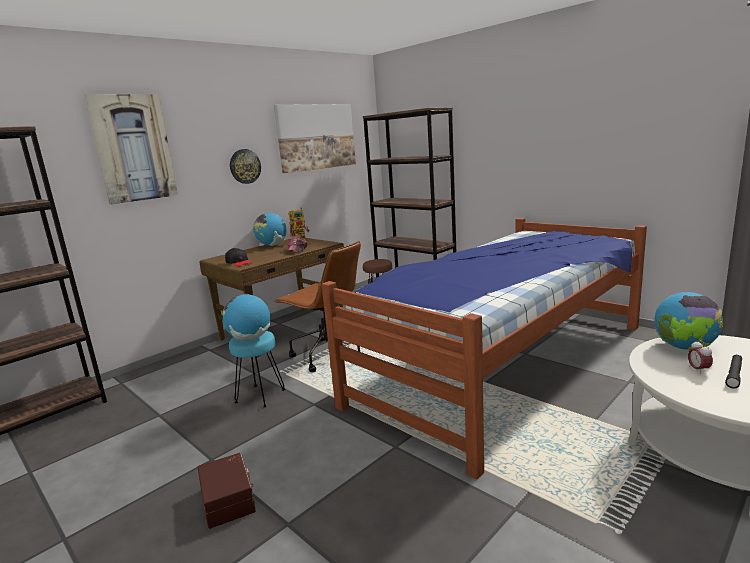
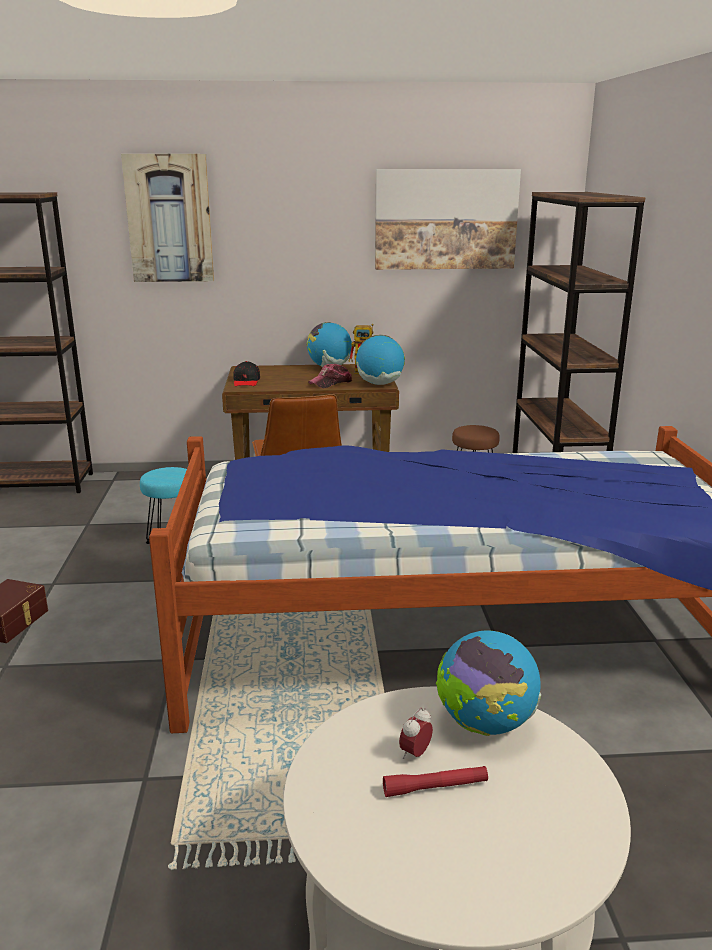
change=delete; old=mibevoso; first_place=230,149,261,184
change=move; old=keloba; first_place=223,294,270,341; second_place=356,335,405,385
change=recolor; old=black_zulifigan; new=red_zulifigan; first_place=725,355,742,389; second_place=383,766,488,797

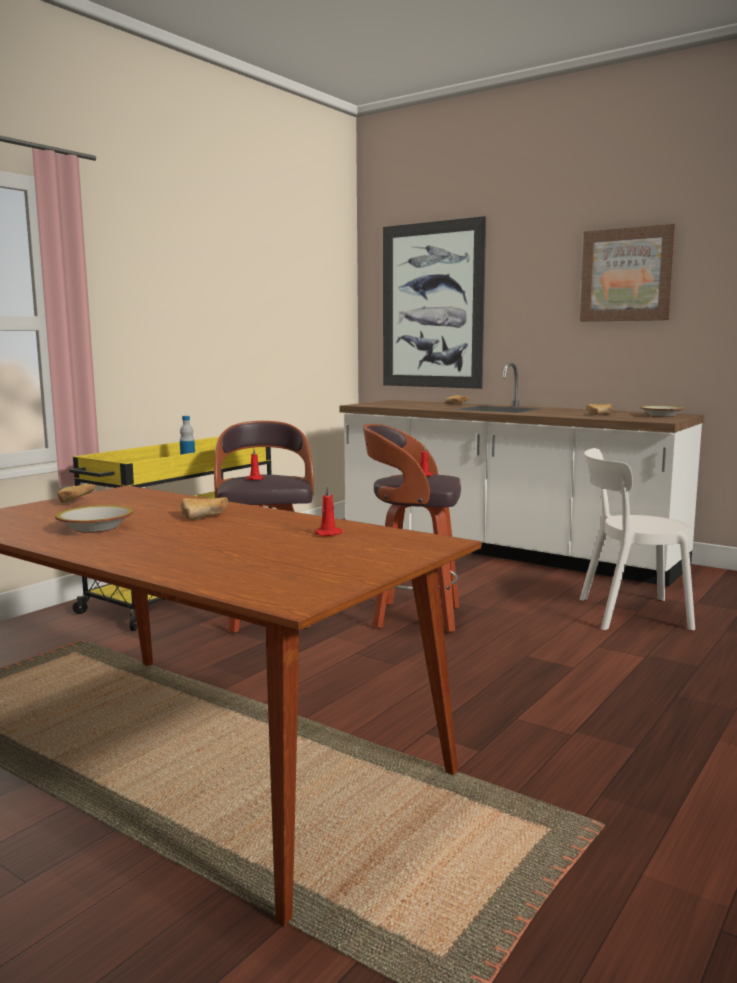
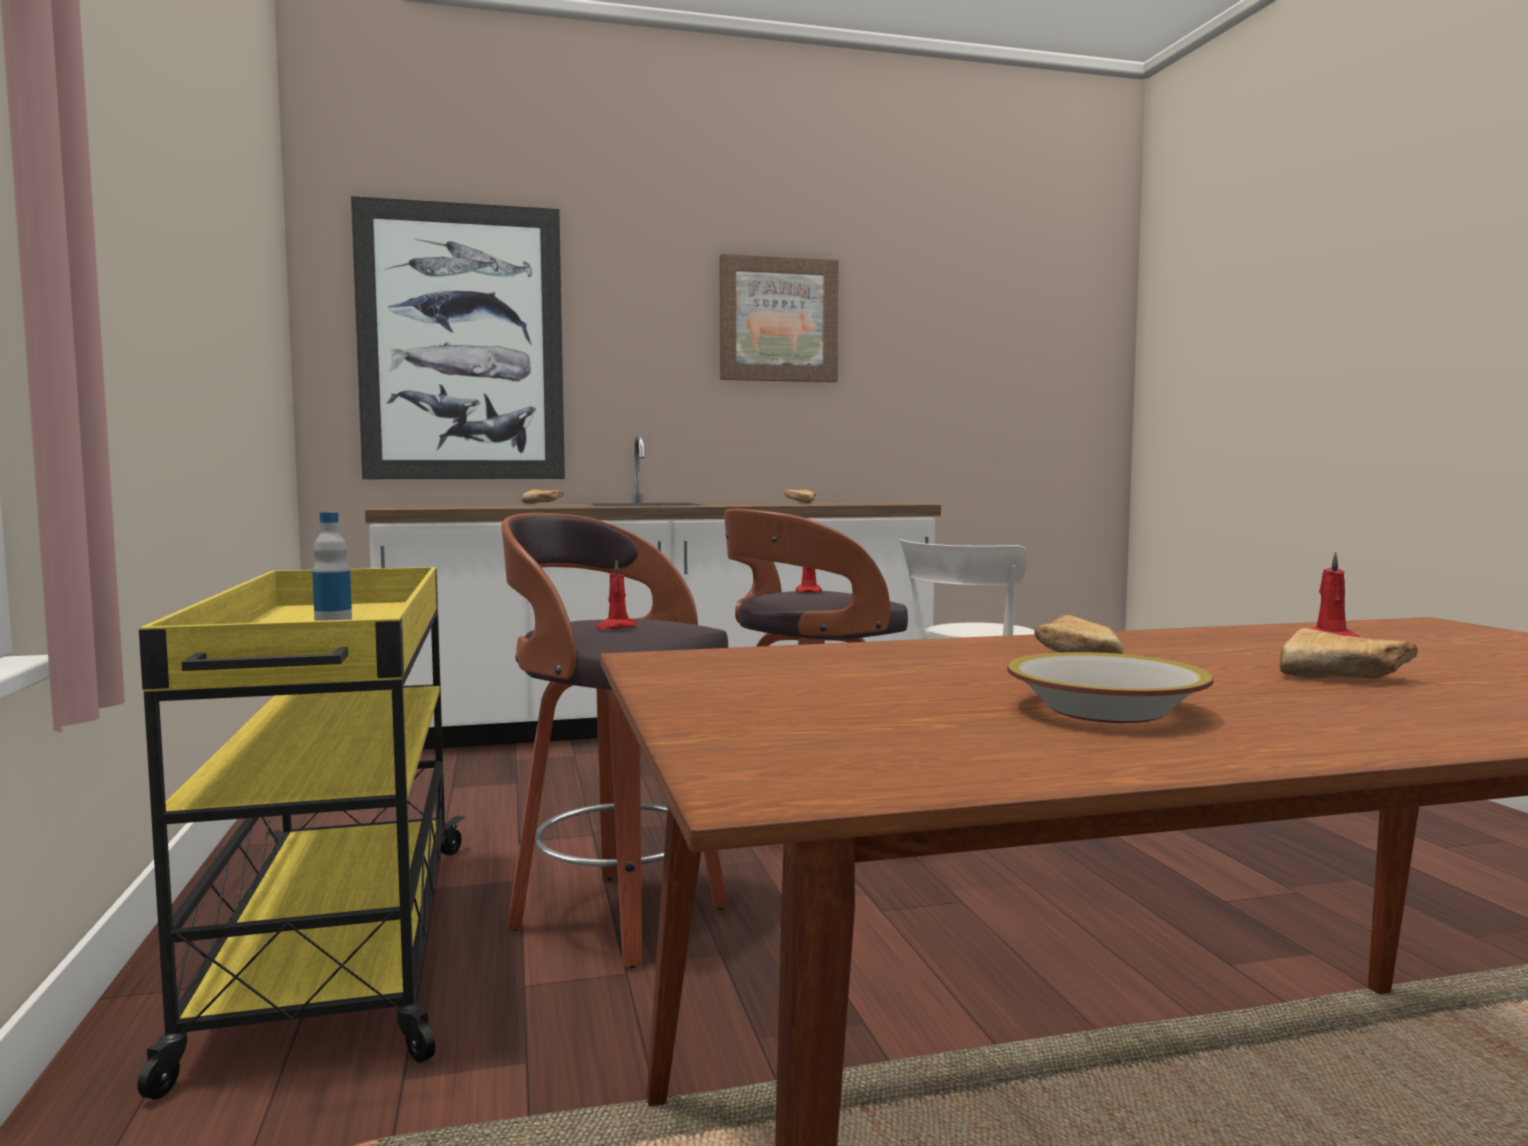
change=delete; old=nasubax; first_place=641,406,684,417
change=move; old=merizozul; first_place=57,484,95,503; second_place=1280,628,1418,679

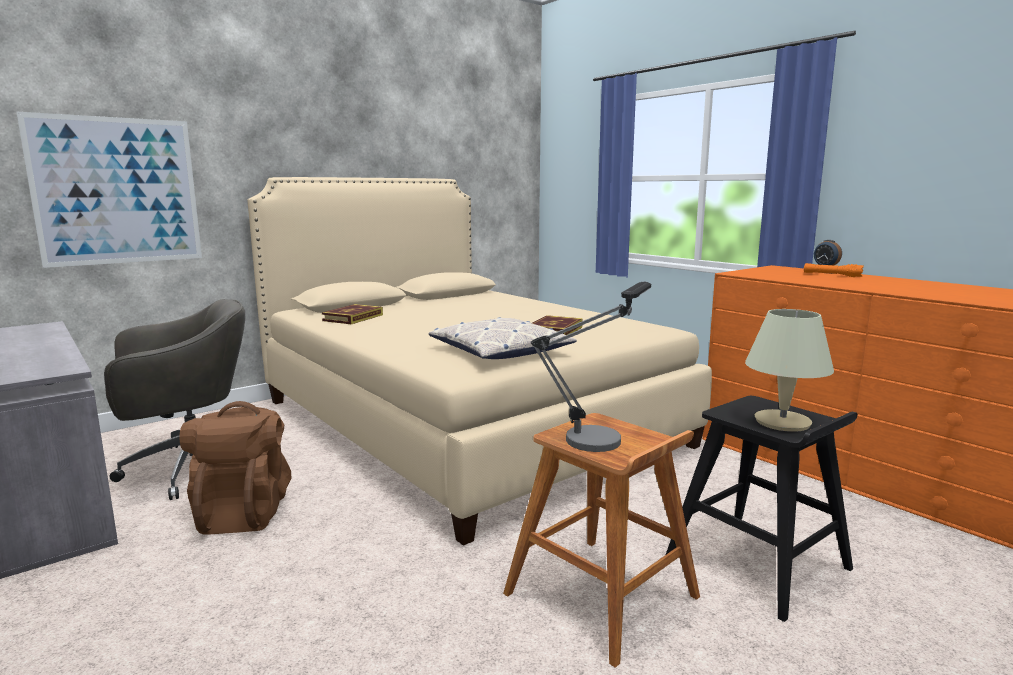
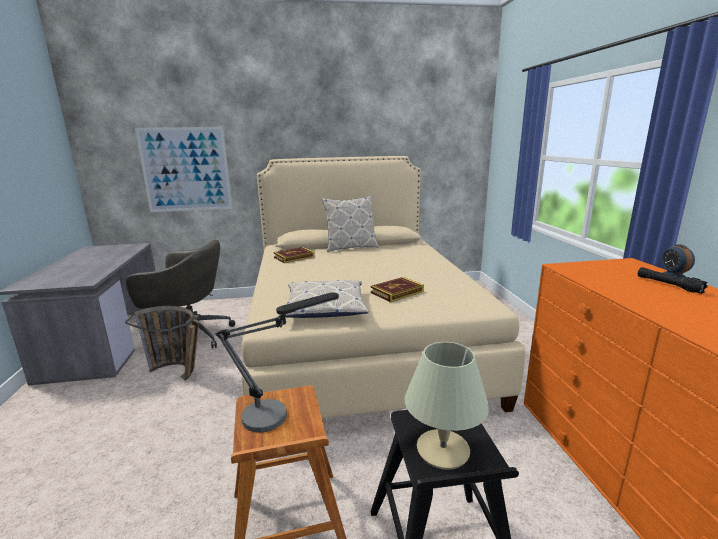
change=insert; new=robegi; second_place=322,196,378,252
change=replace; old=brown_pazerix; new=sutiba; first_place=179,401,291,535; second_place=125,306,199,381
change=recolor; old=orange_zulifigan; new=black_zulifigan; first_place=804,263,864,277; second_place=638,267,708,294

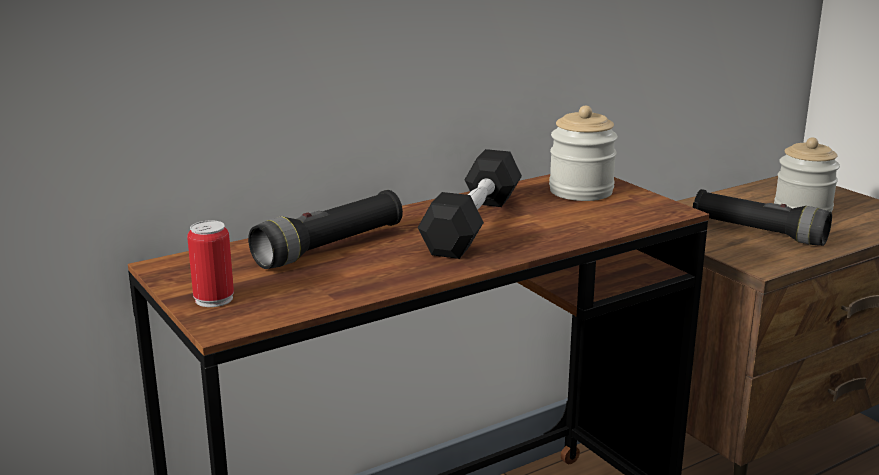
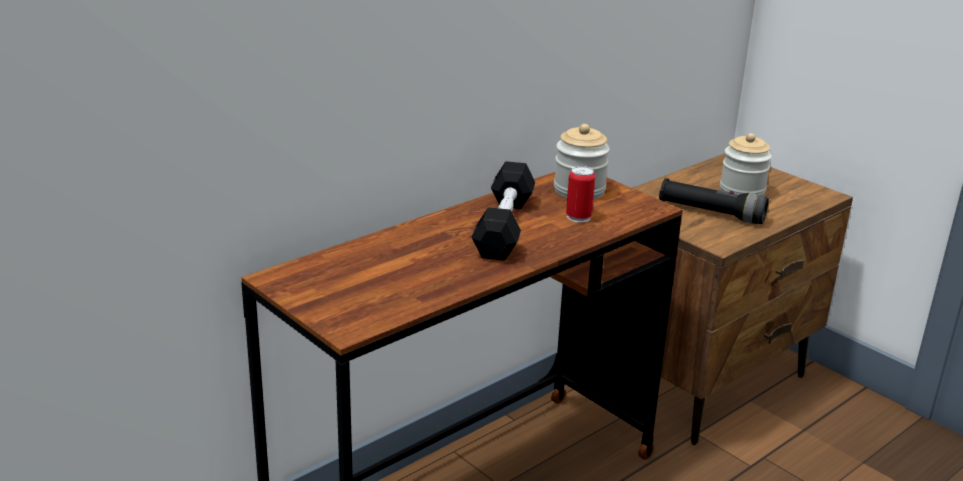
change=delete; old=black_zulifigan; first_place=248,190,403,269
change=move; old=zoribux; first_place=187,220,234,307; second_place=566,166,595,223

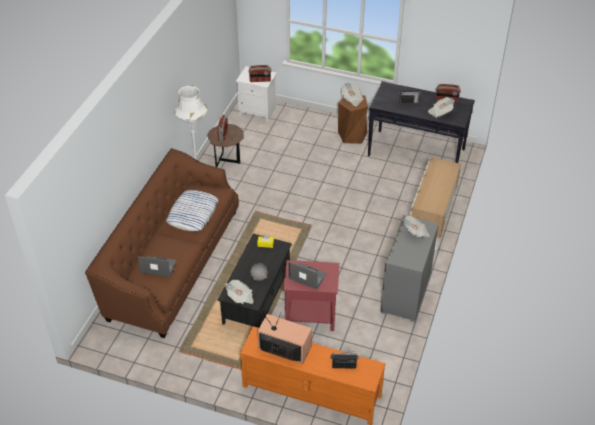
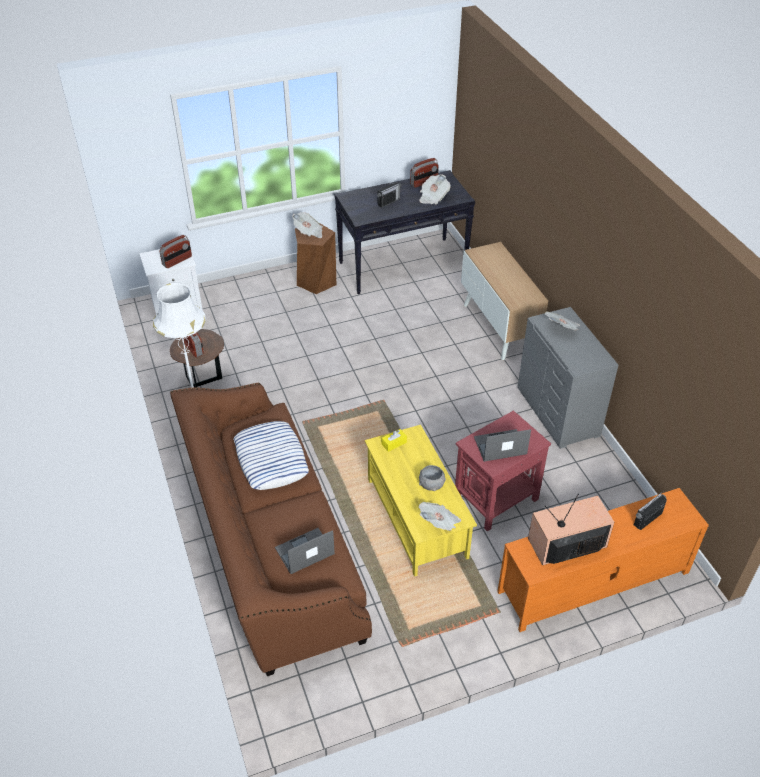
change=recolor; old=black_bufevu; new=yellow_bufevu; first_place=218,234,292,328; second_place=365,425,477,577

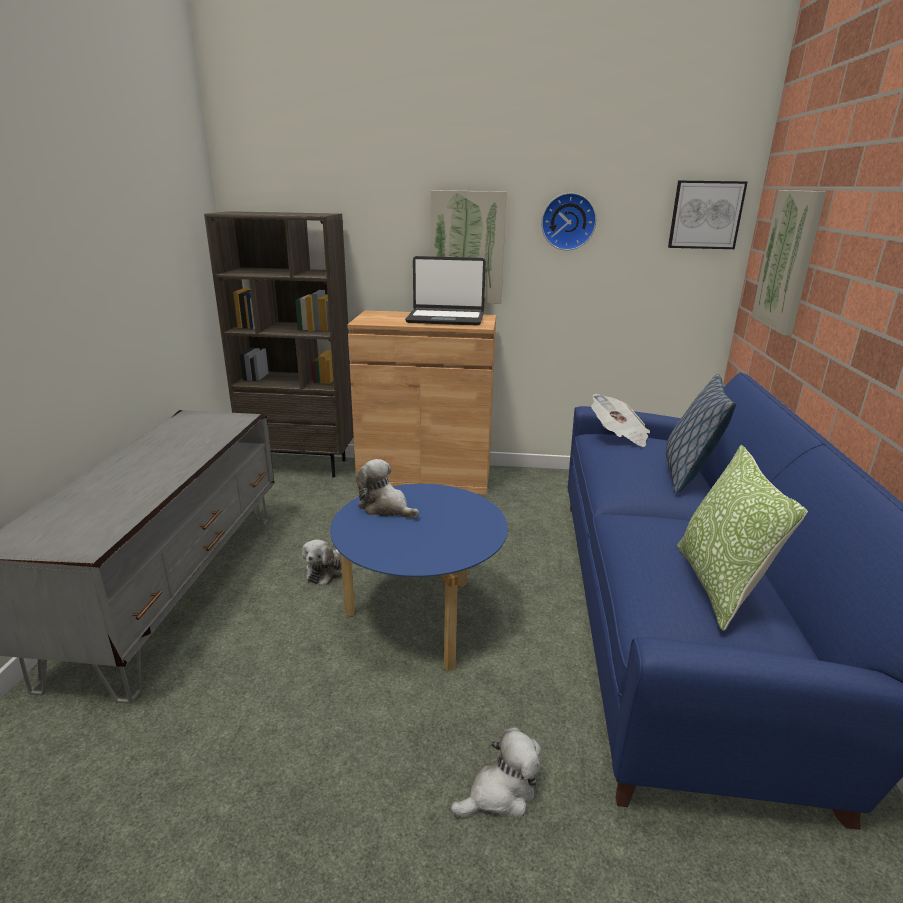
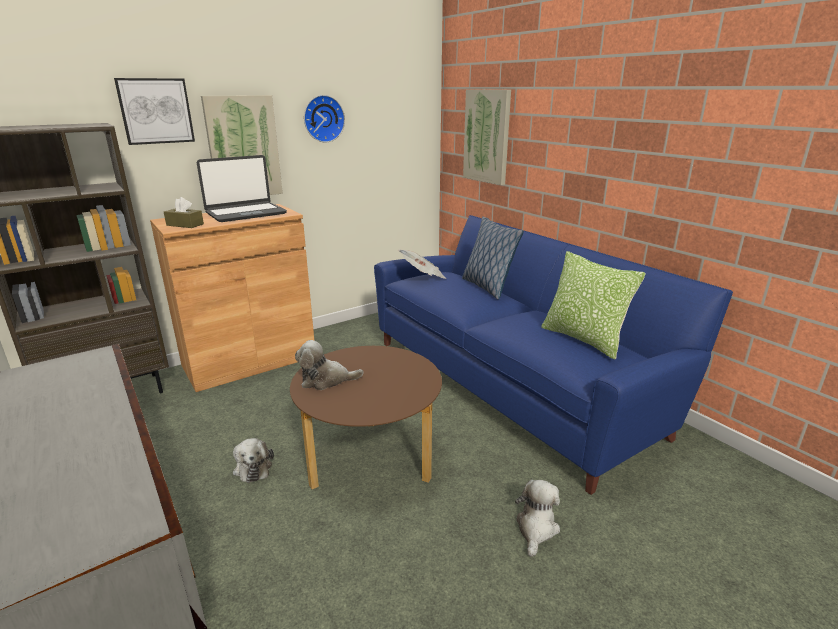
change=insert; new=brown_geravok; second_place=164,197,204,228
change=move; old=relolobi; first_place=668,181,748,249; second_place=114,78,195,145
change=recolor; old=blue_bufevu; new=brown_bufevu; first_place=330,484,508,671; second_place=290,346,442,489

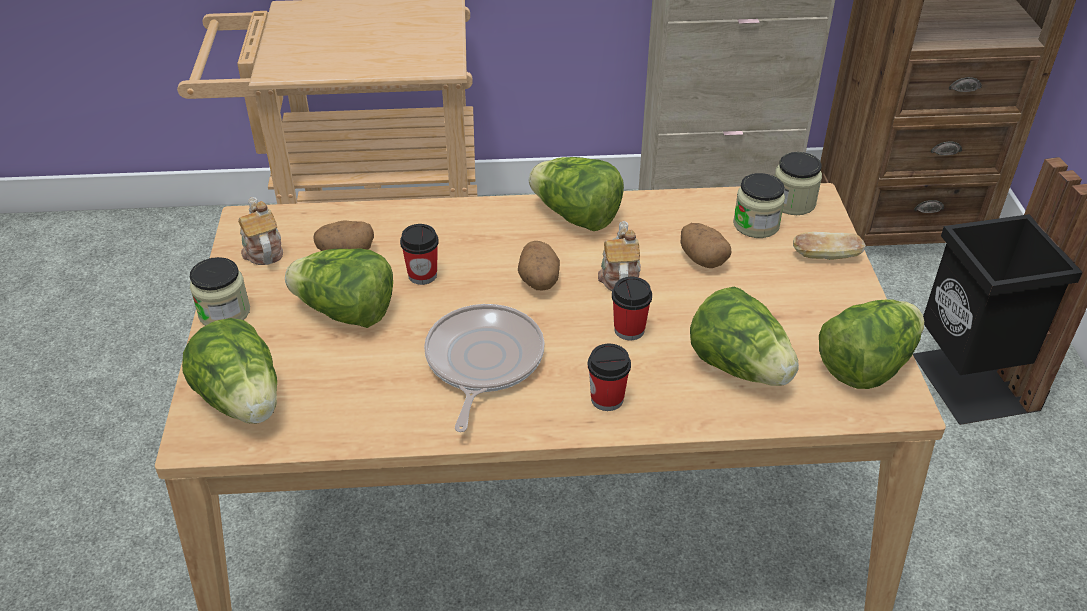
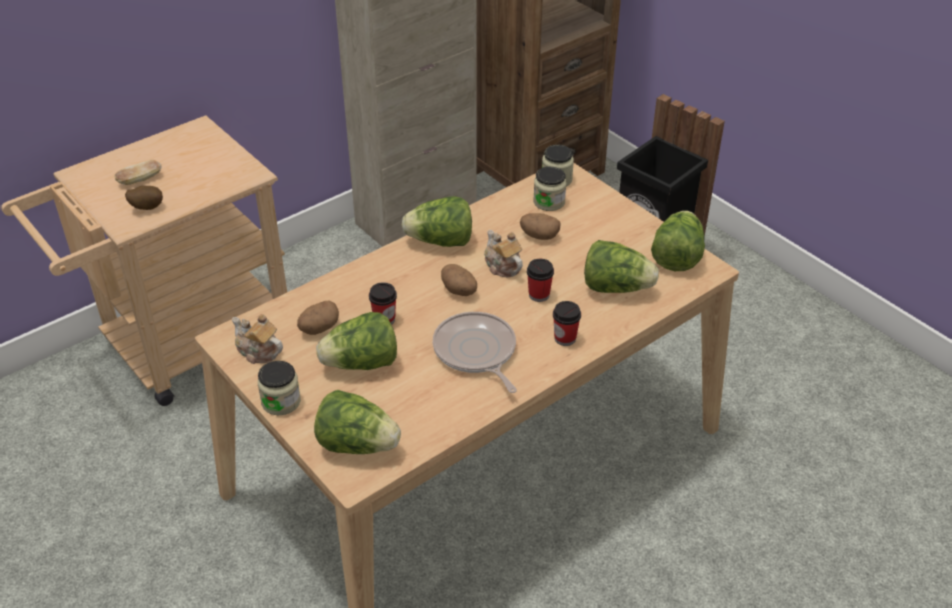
change=insert; new=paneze; second_place=125,186,163,210
change=move; old=merizozul; first_place=793,232,866,260; second_place=114,160,161,185

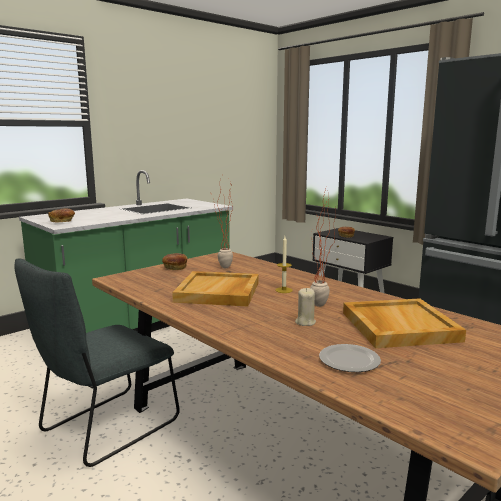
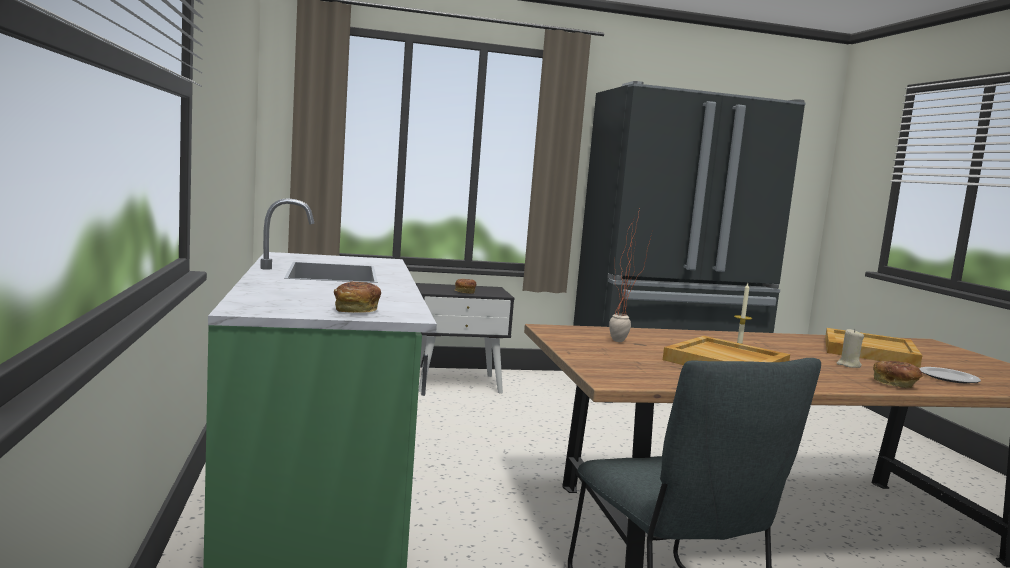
change=delete; old=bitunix; first_place=310,185,336,307
change=move; old=merizozul; first_place=162,253,188,270; second_place=873,361,922,388

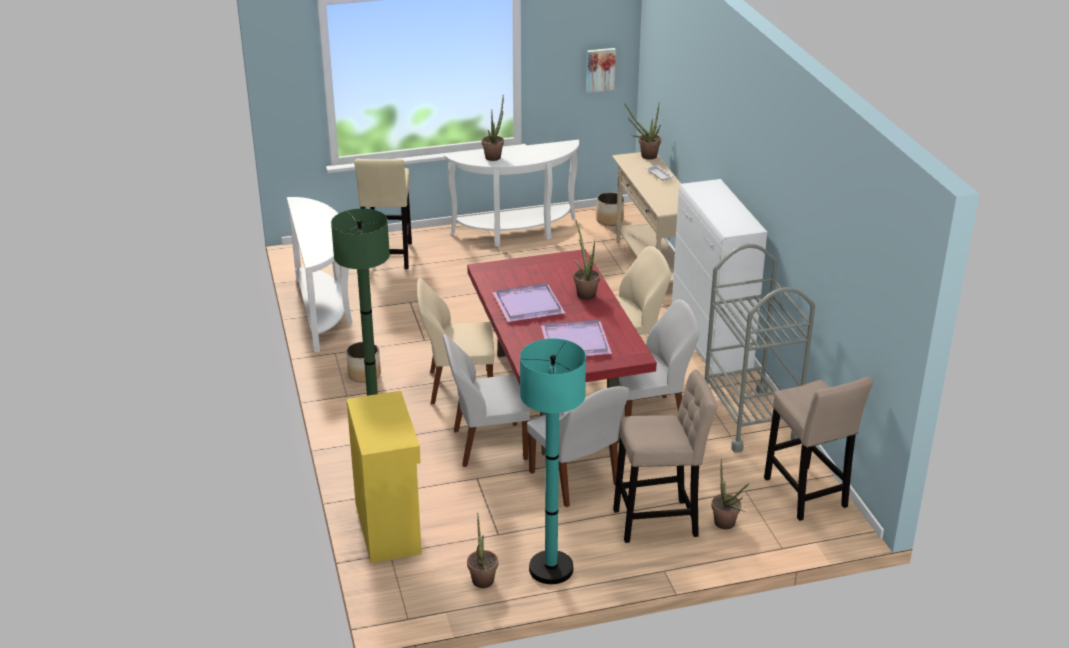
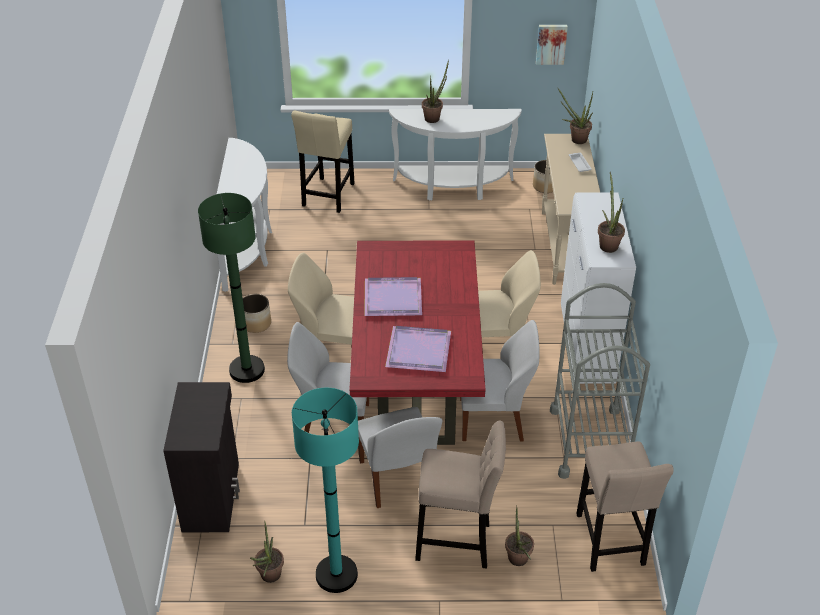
change=move; old=bitunix; first_place=574,221,600,300; second_place=598,172,625,253
change=recolor; old=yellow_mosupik; new=black_mosupik; first_place=346,391,422,563; second_place=163,382,240,532

